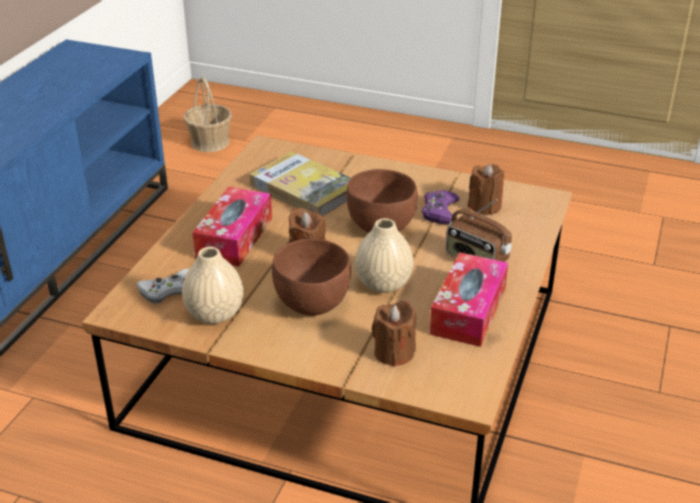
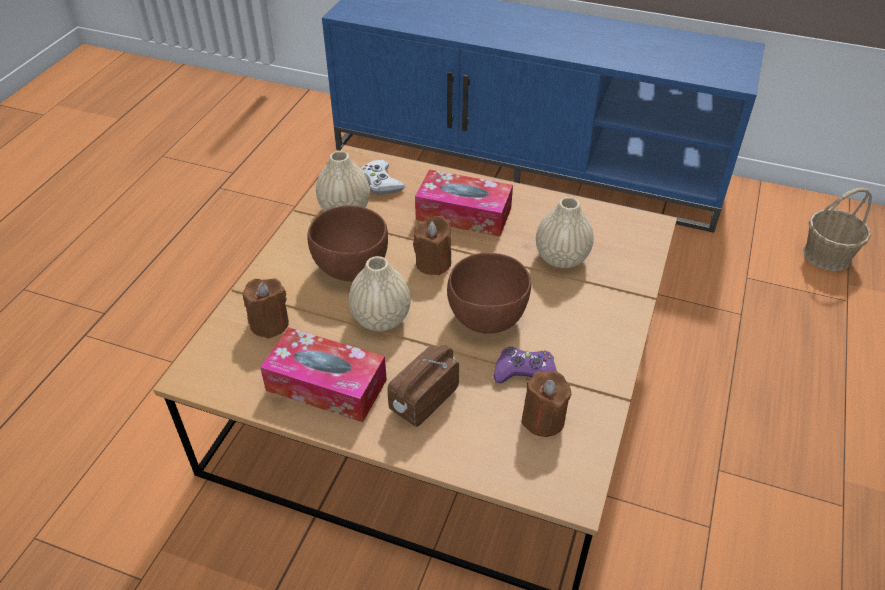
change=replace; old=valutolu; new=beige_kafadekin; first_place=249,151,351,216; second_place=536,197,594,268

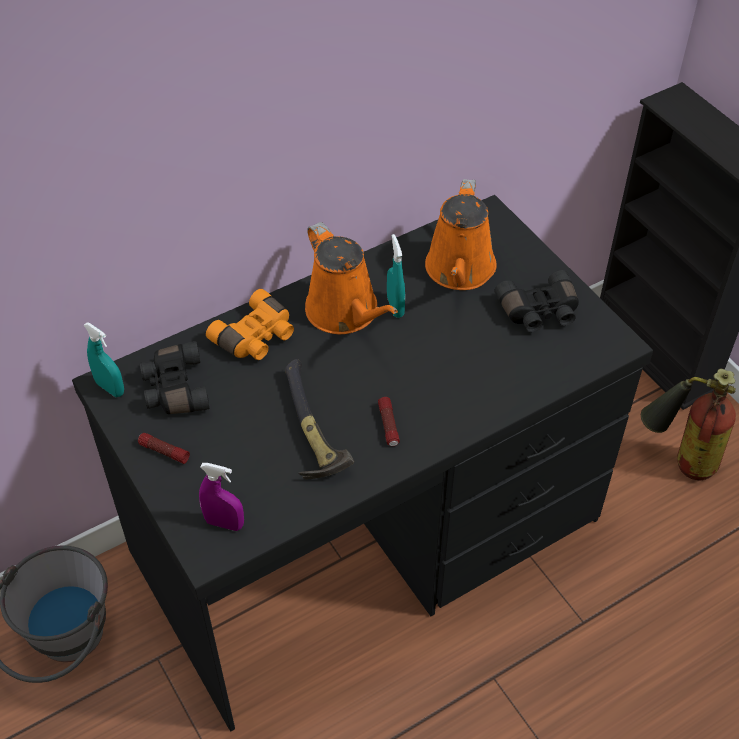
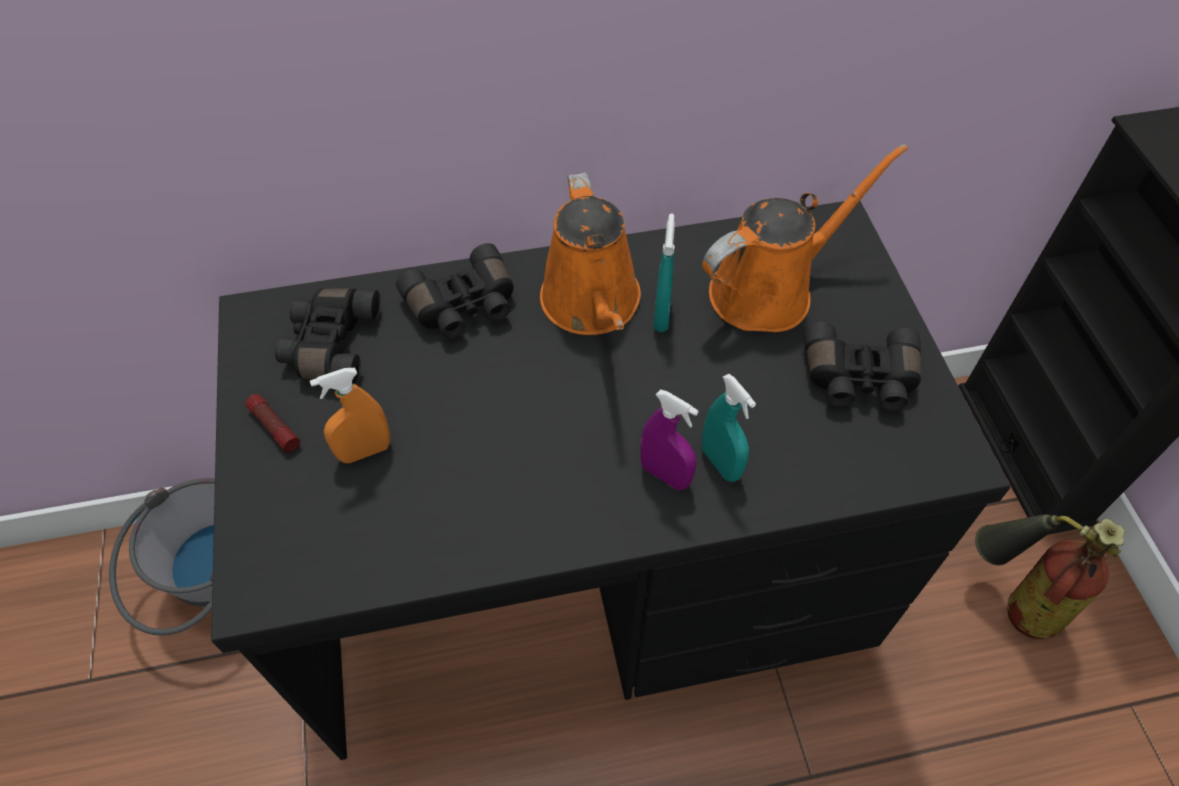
change=delete; old=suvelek; first_place=285,359,354,479
change=delete; old=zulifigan; first_place=378,397,400,446
change=insert; new=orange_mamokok; second_place=310,368,390,463
change=move; old=turquoise_mamokok; first_place=83,322,124,397; second_place=702,374,756,482
change=move; old=purple_mamokok; first_place=199,463,244,531; second_place=640,389,699,490
change=recolor; old=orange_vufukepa; new=black_vufukepa; first_place=206,289,294,360; second_place=396,243,513,338
change=rotate; old=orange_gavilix; first_place=425,179,497,290; second_place=702,144,908,332; degrees=-150

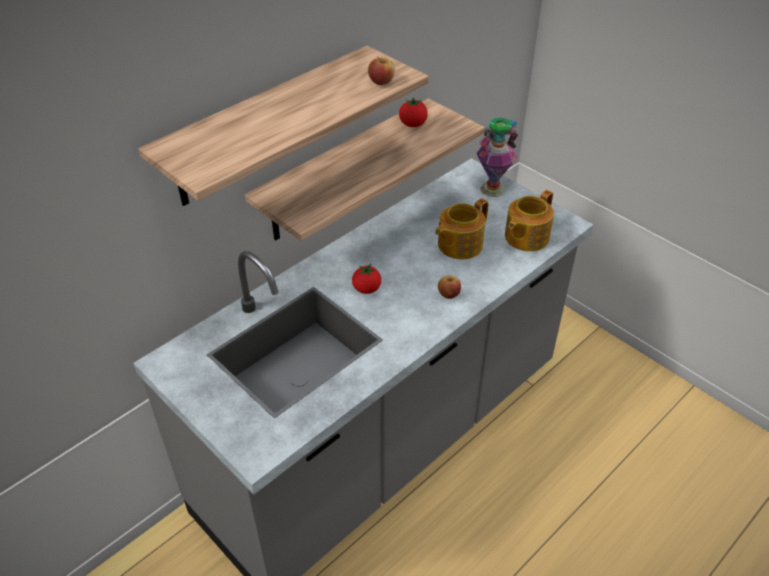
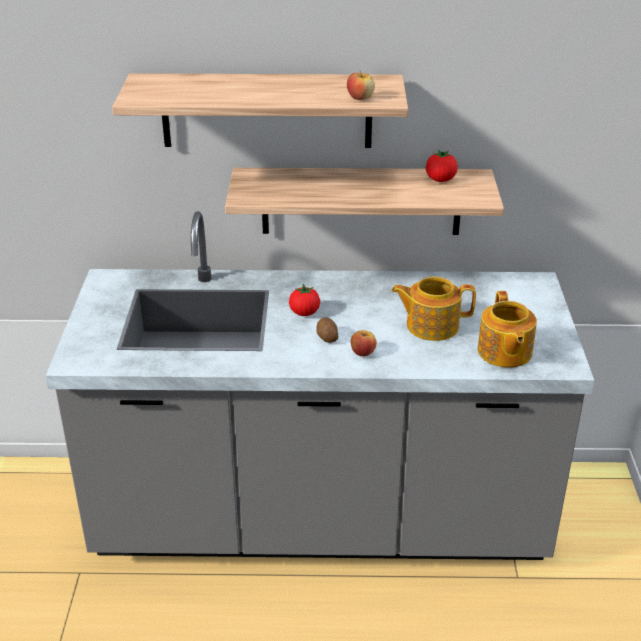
change=delete; old=kafadekin; first_place=477,118,518,197
change=insert; new=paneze; second_place=316,317,338,343
change=rotate; old=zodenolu; first_place=505,190,554,251; second_place=478,291,537,368; degrees=-90

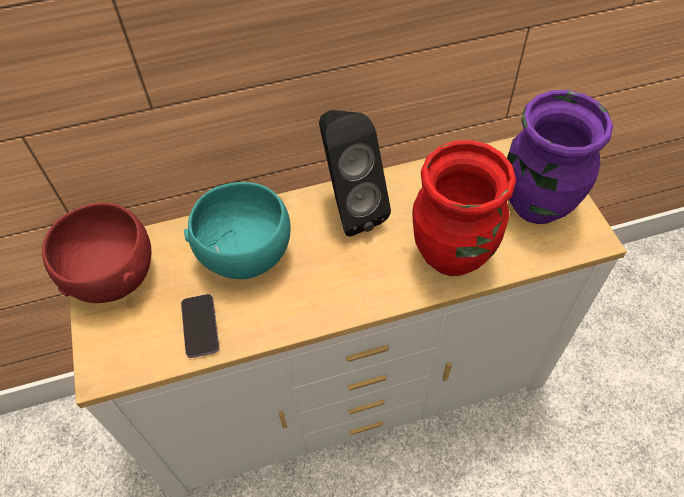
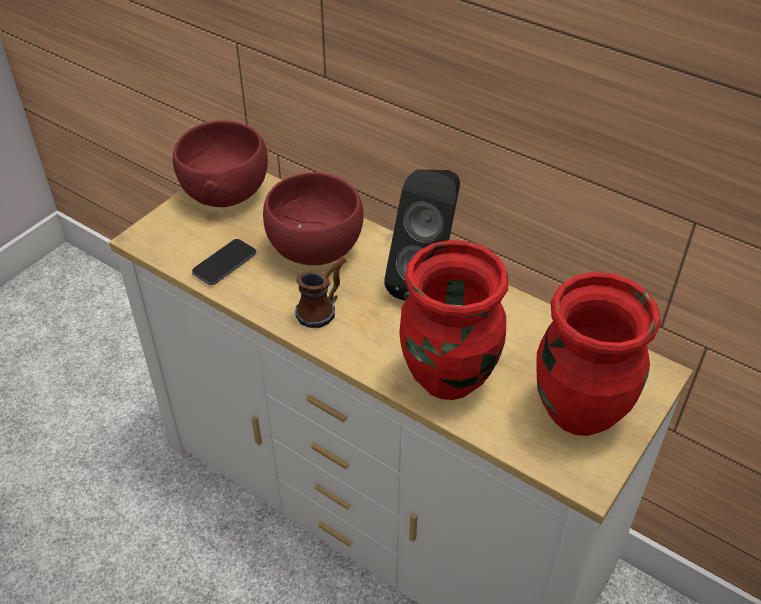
change=insert; new=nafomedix; second_place=296,257,347,328
change=recolor; old=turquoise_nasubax; new=red_nasubax; first_place=184,182,291,279; second_place=263,172,364,265
change=recolor; old=purple_kafadekin; new=red_kafadekin; first_place=507,90,613,224; second_place=536,272,661,436

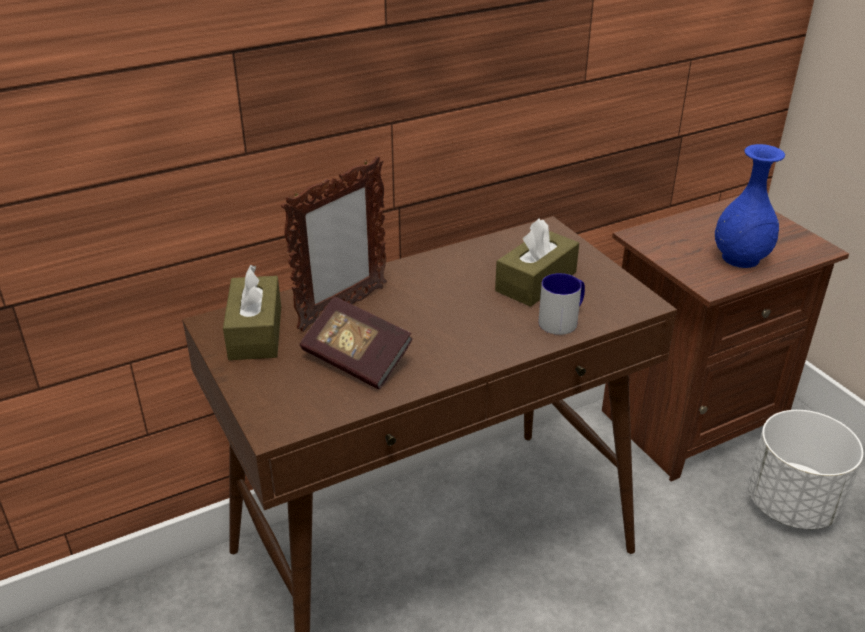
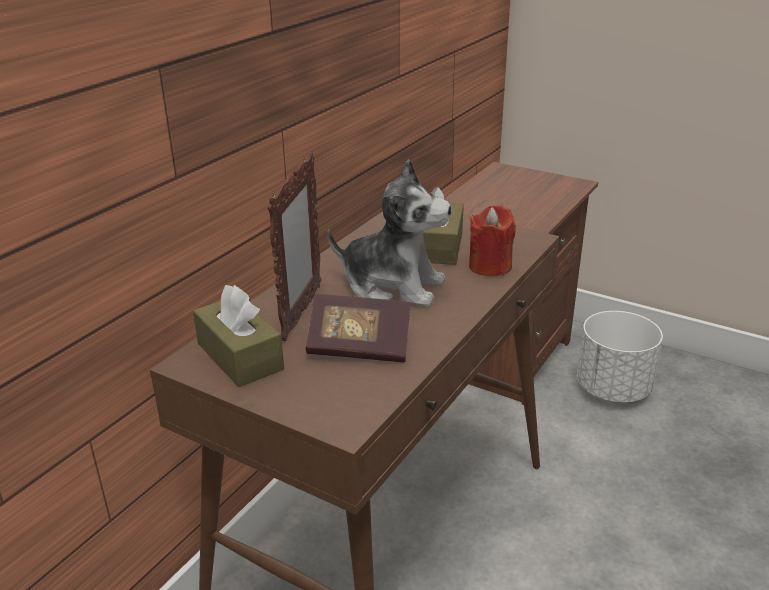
change=delete; old=blue_kafadekin; first_place=715,144,785,268
change=insert; new=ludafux; second_place=327,159,451,307
change=replace; old=nafomedix; new=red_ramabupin; first_place=538,273,585,335; second_place=469,205,516,276

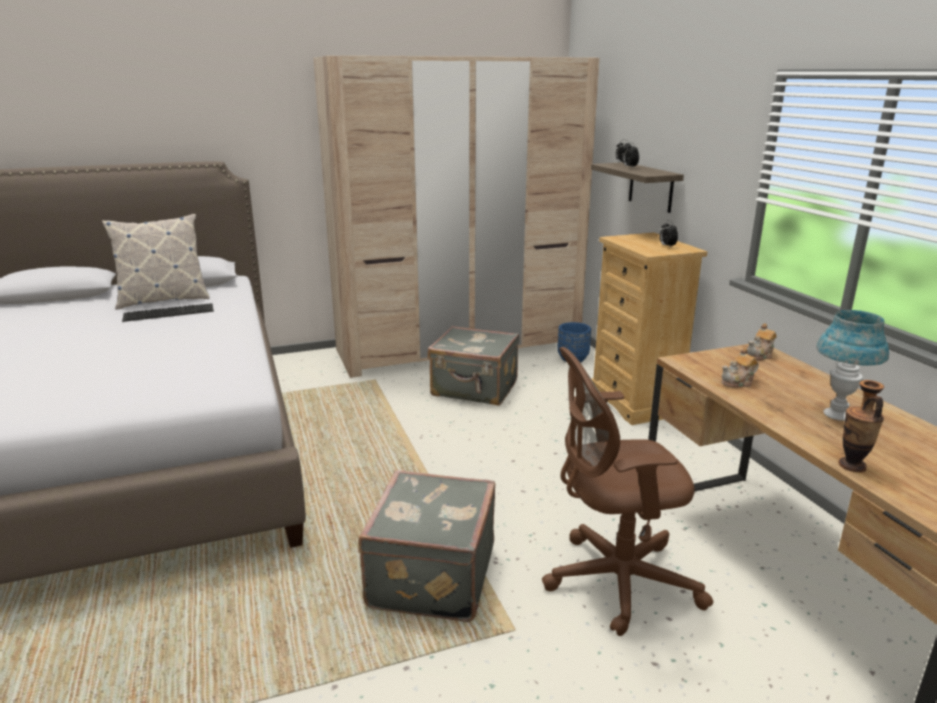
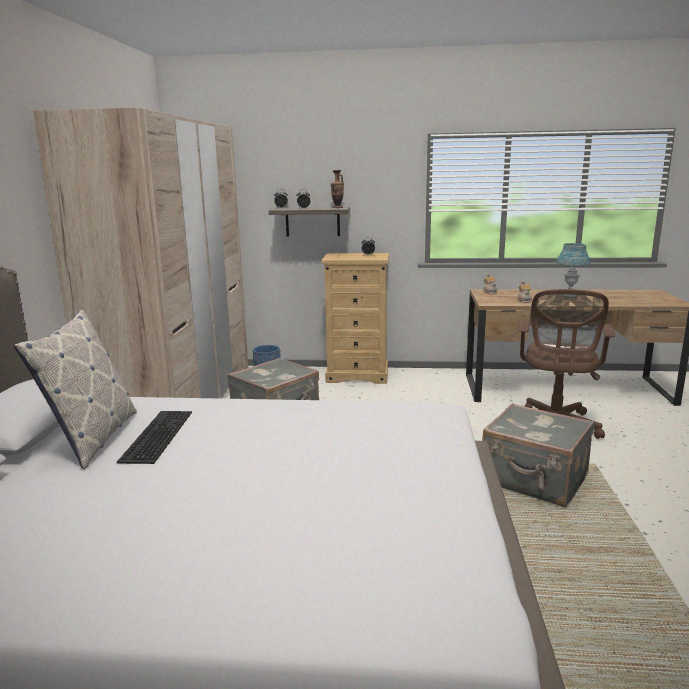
change=move; old=kafadekin; first_place=838,380,884,472; second_place=331,170,344,208

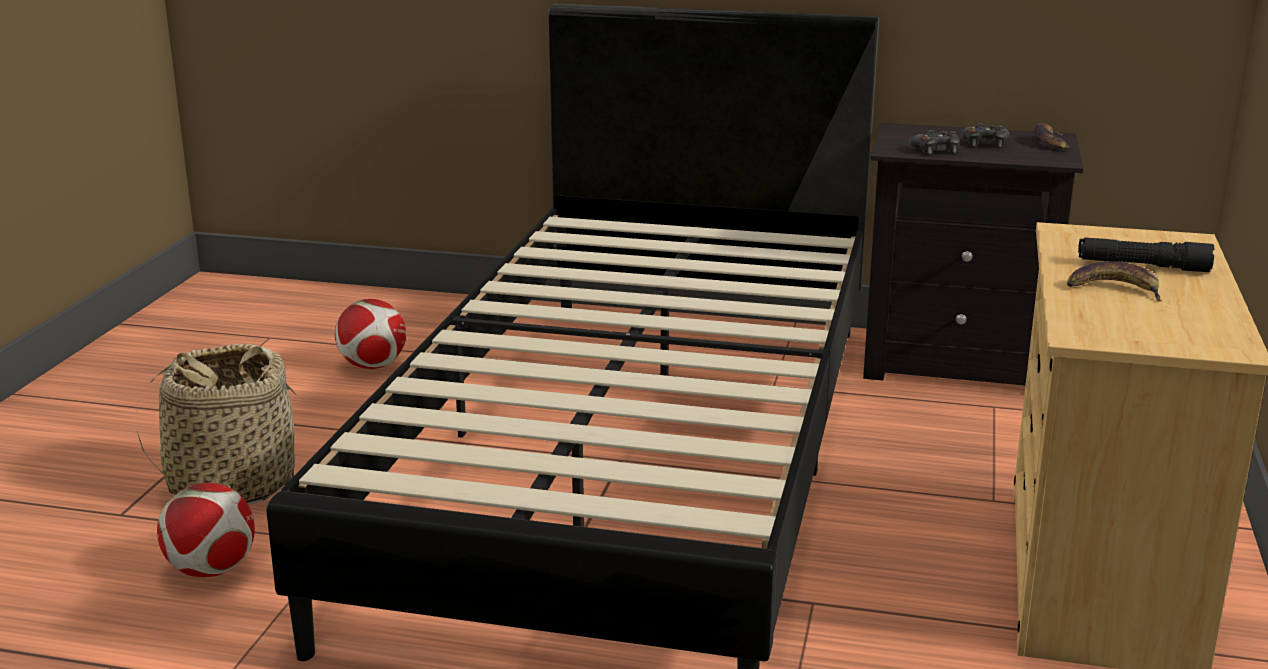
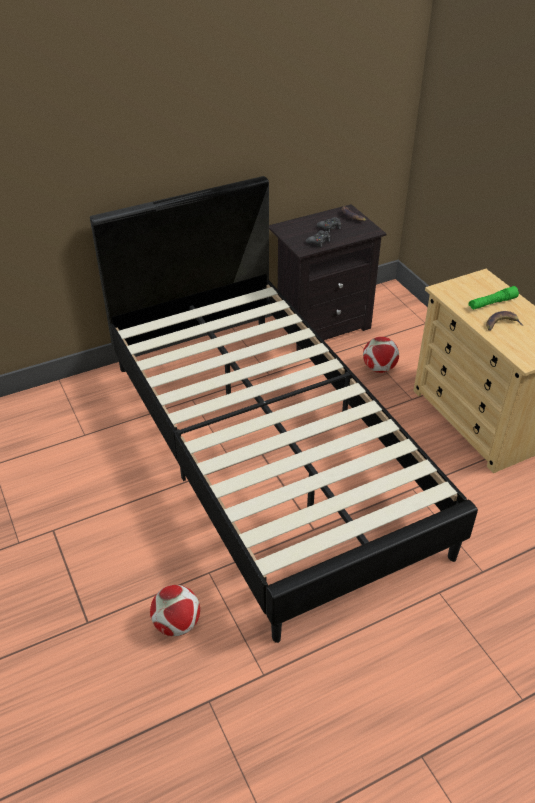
change=delete; old=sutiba; first_place=137,344,309,504
change=move; old=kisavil; first_place=335,299,406,369; second_place=363,337,399,373
change=recolor; old=black_zulifigan; new=green_zulifigan; first_place=1078,237,1215,272; second_place=469,286,519,310

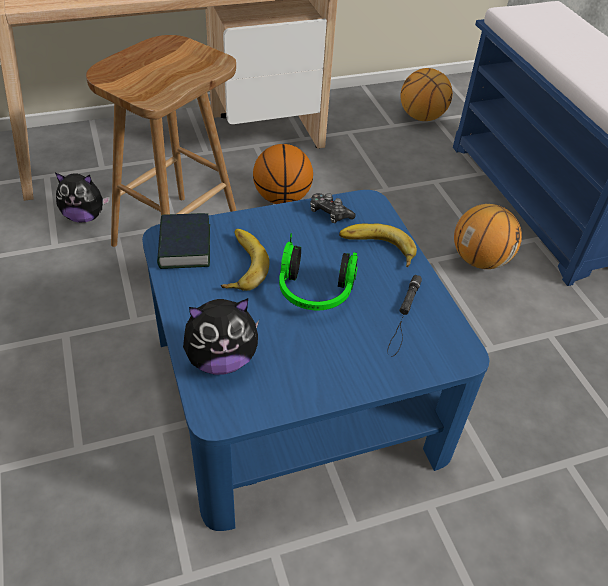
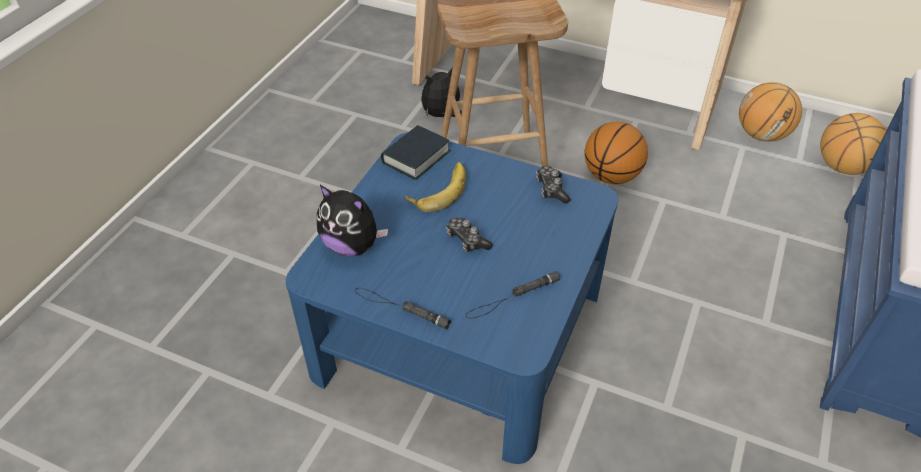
change=delete; old=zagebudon; first_place=339,224,417,267
change=insert; new=black_zulifigan; second_place=355,288,451,329
change=move; old=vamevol; first_place=454,204,522,269; second_place=739,82,802,142
change=replace; old=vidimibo; new=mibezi; first_place=279,233,358,310; second_place=446,218,493,252
change=rotate; old=ludafux; first_place=55,173,110,222; second_place=421,67,462,117; degrees=105

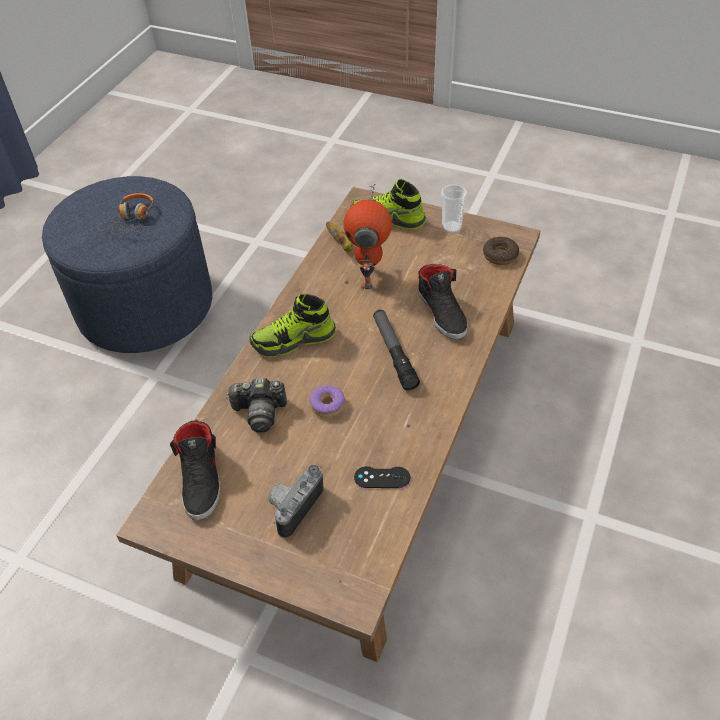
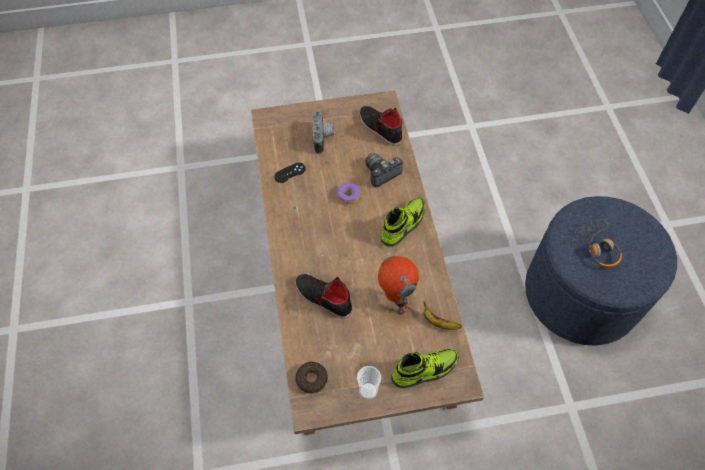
change=delete; old=zulifigan; first_place=373,310,420,390

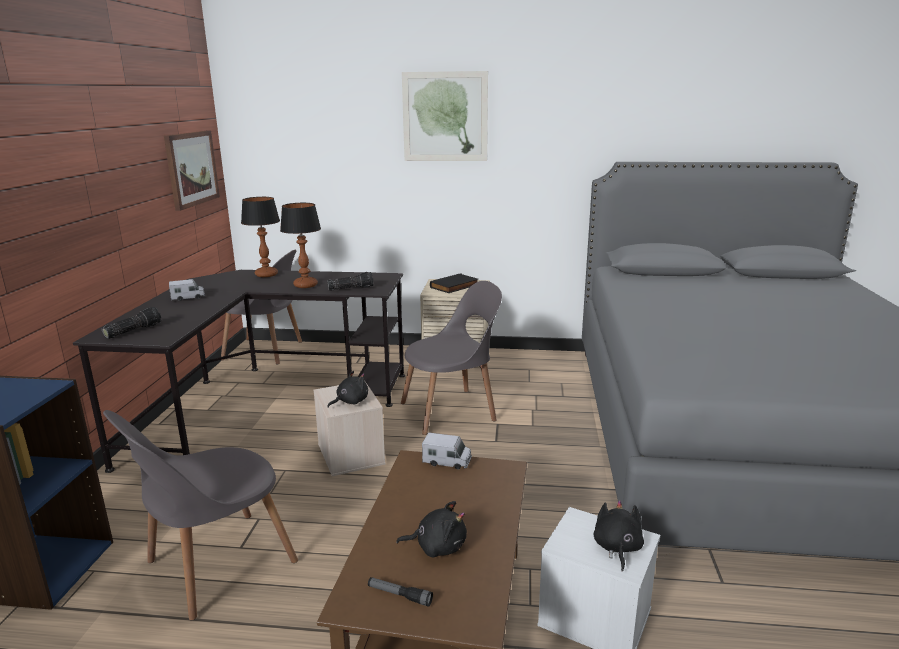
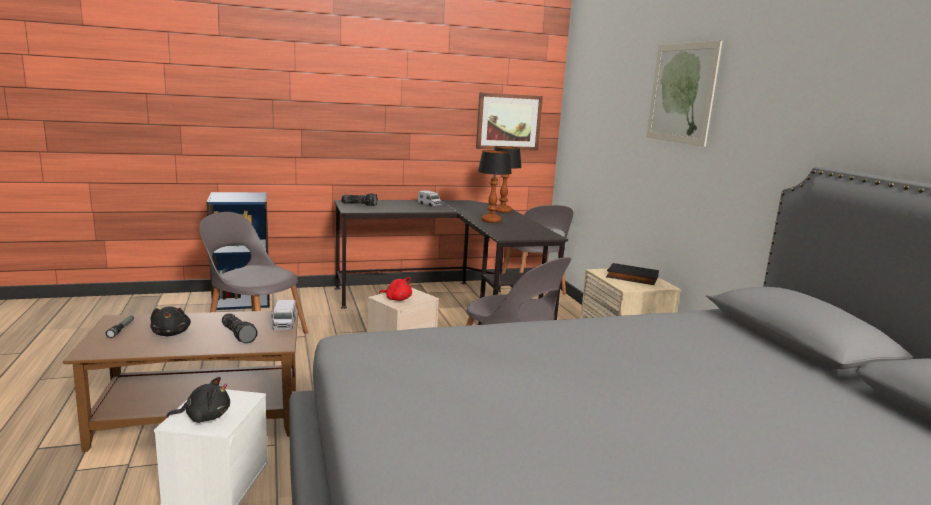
change=move; old=zulifigan; first_place=327,272,374,291; second_place=222,313,258,343
change=recolor; old=black_ludafux; new=red_ludafux; first_place=328,371,368,408; second_place=379,277,412,301

